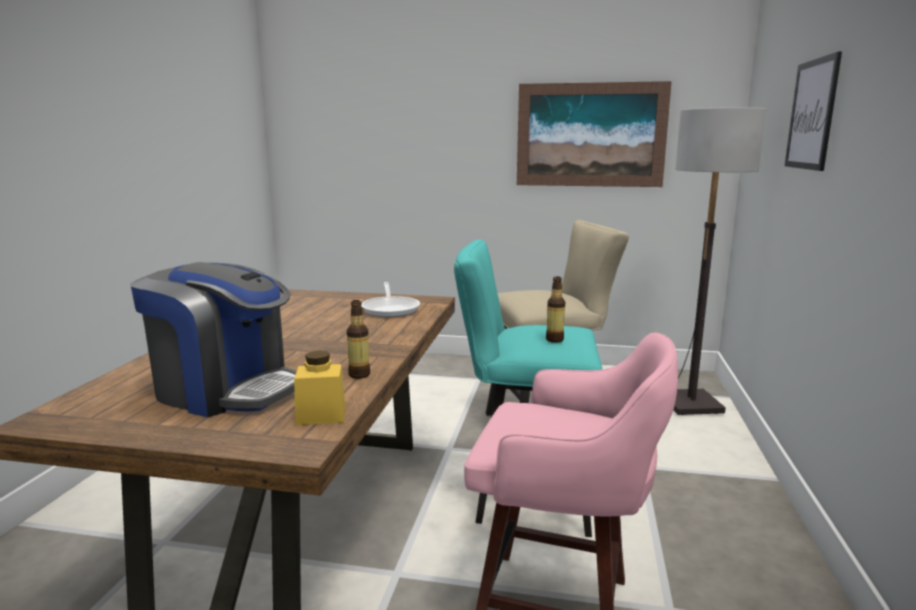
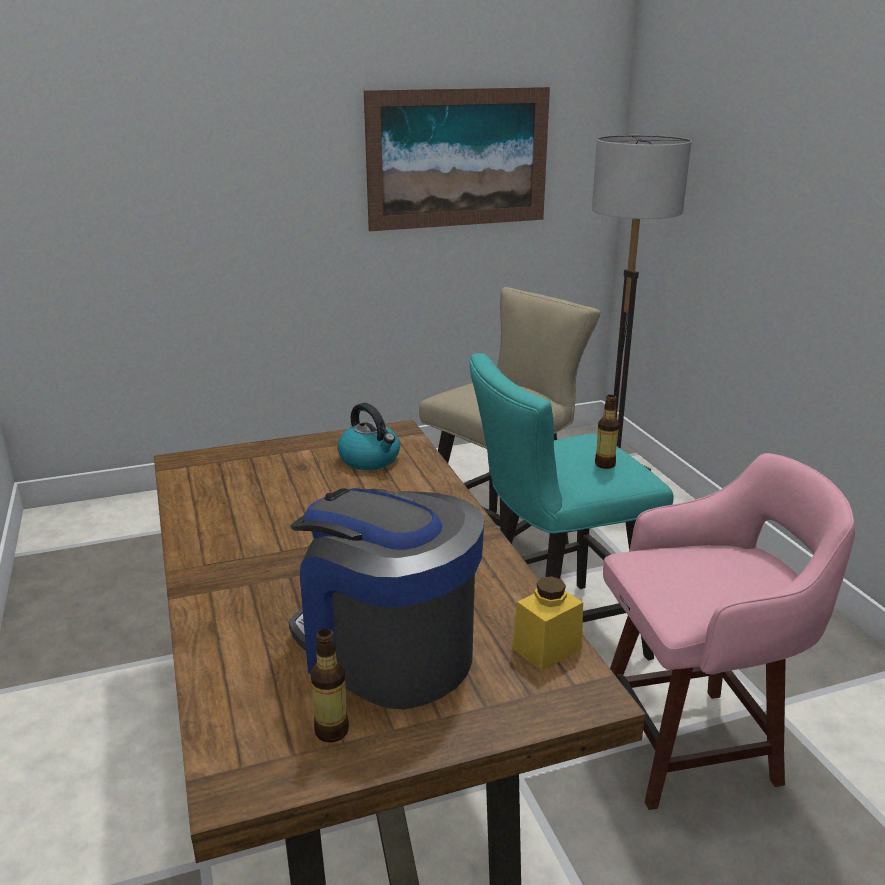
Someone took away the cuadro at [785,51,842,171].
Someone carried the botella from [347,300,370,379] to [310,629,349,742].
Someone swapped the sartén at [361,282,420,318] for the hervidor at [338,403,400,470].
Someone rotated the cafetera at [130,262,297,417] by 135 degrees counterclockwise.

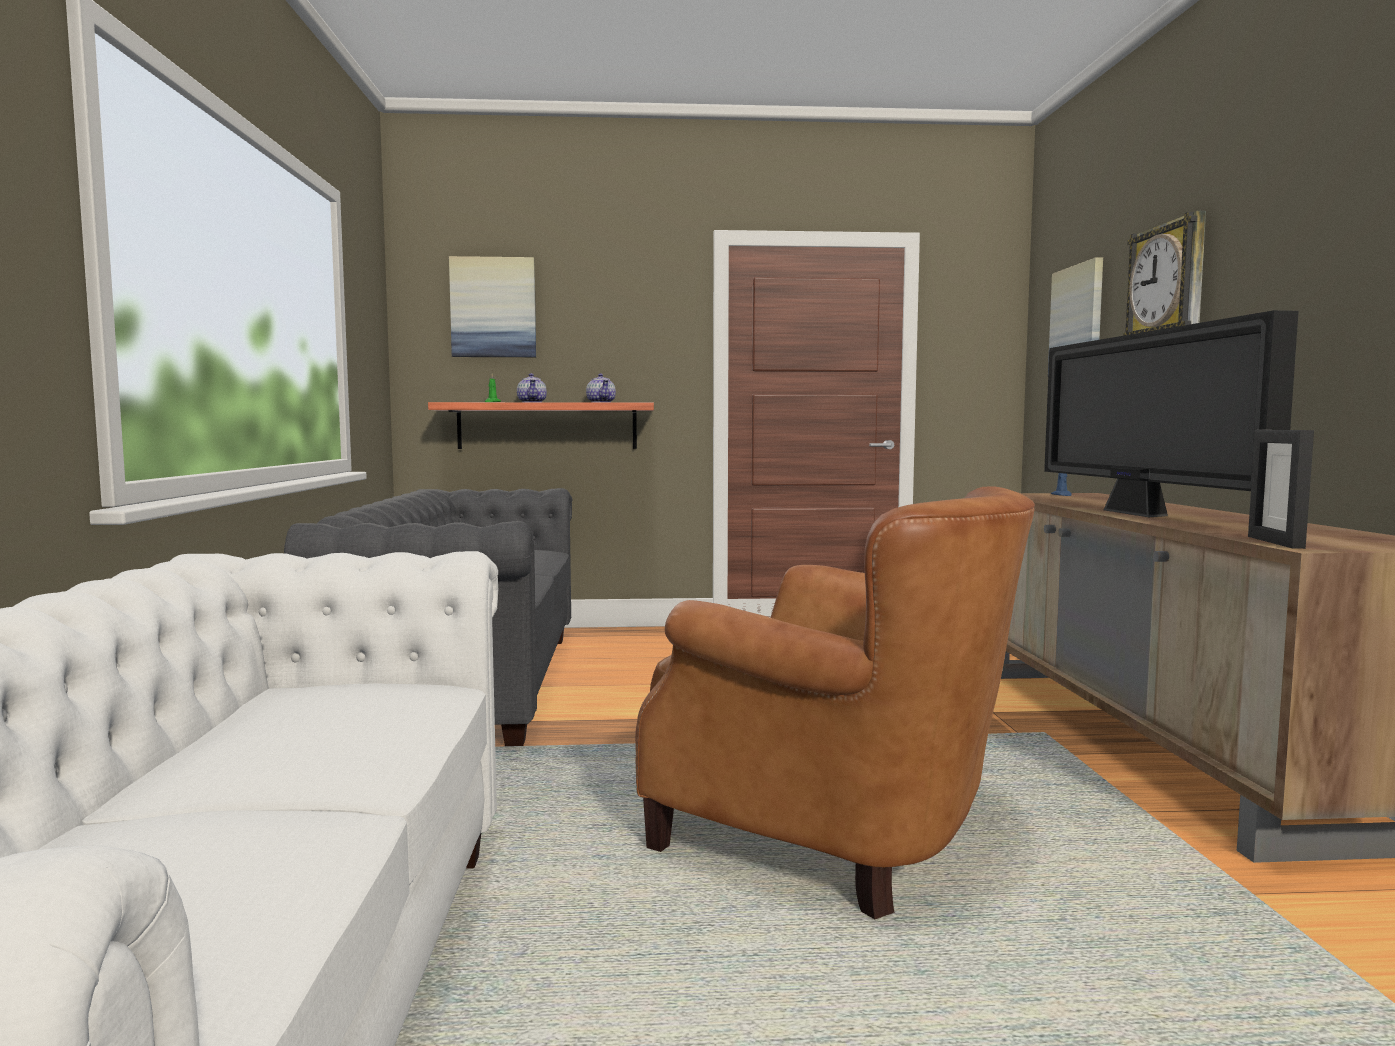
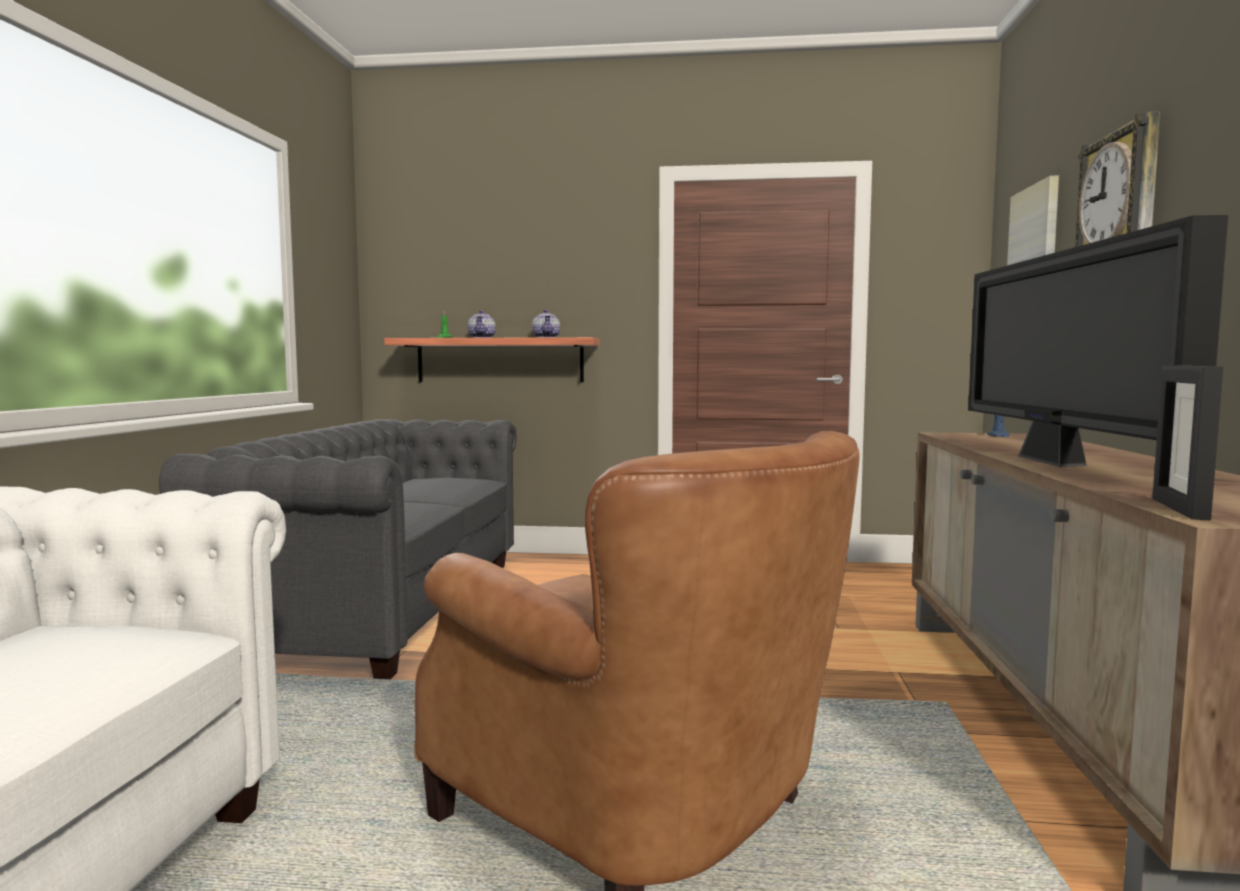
Someone took away the cuadro at [449,256,536,357].

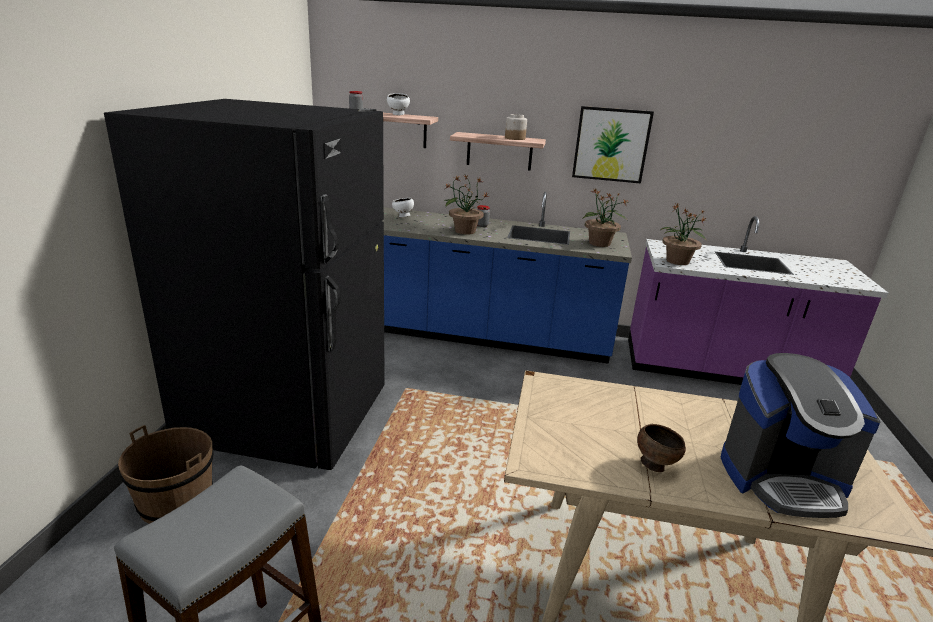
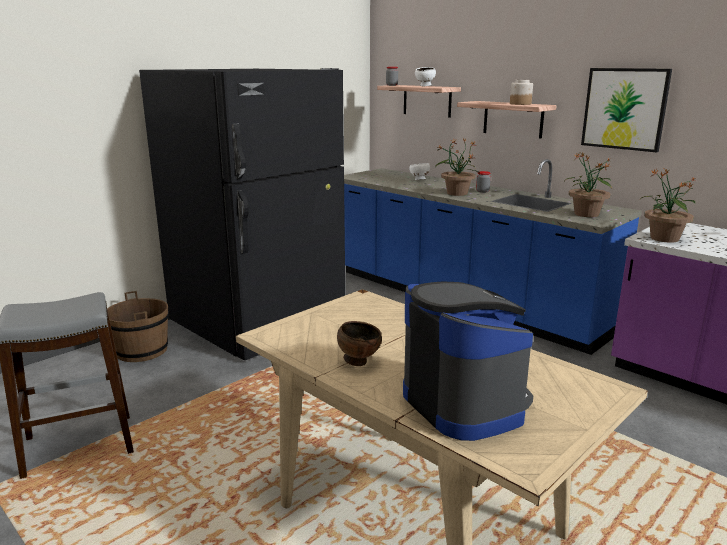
Someone rotated the cafetera at [721,353,880,518] by 150 degrees counterclockwise.

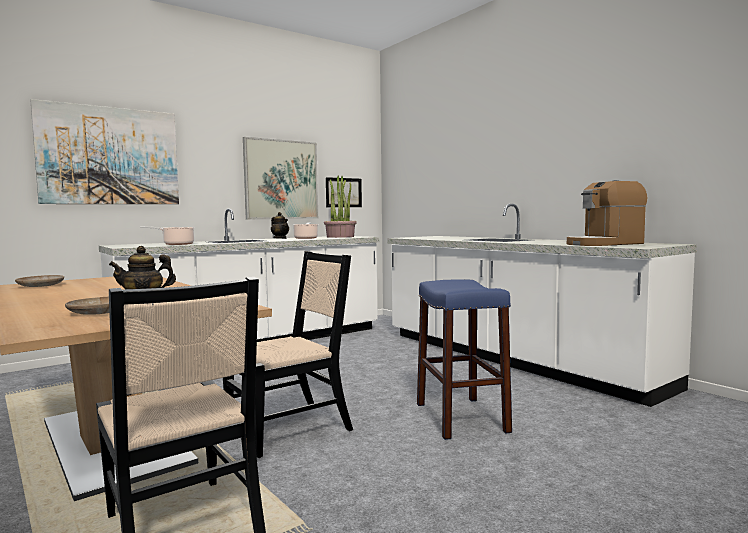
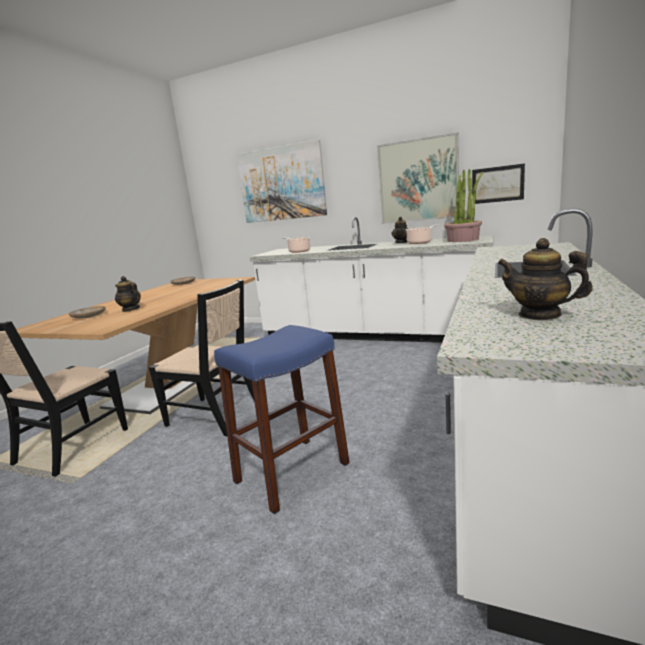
Someone swapped the cafetera at [567,180,647,246] for the tetera at [497,238,593,320].

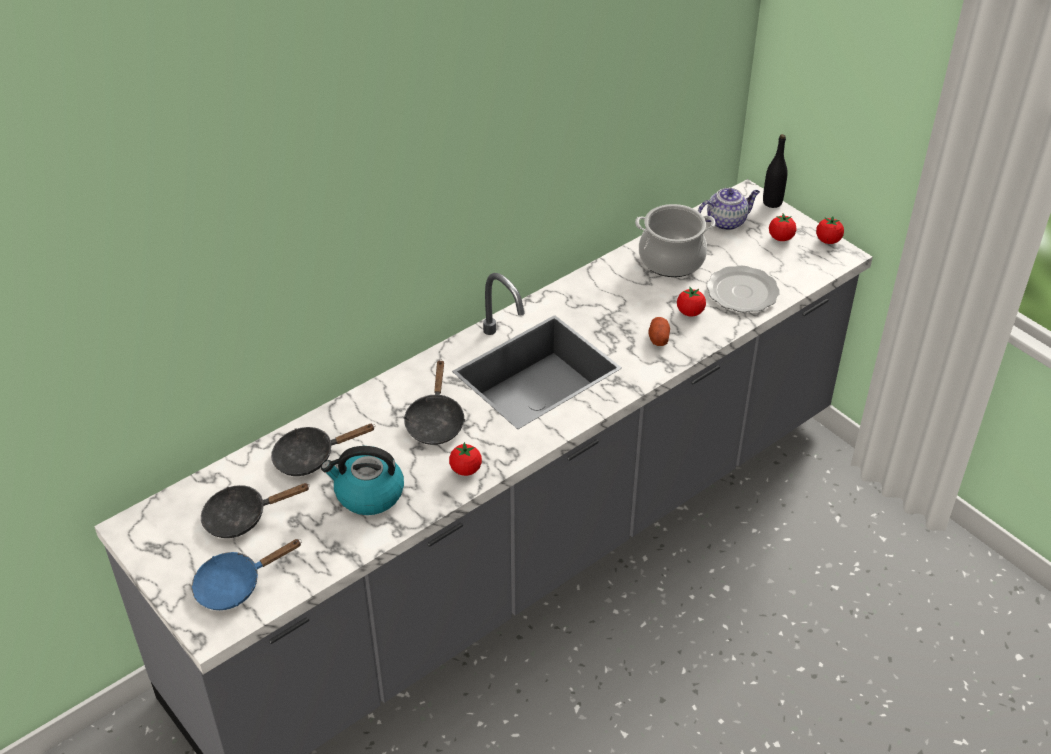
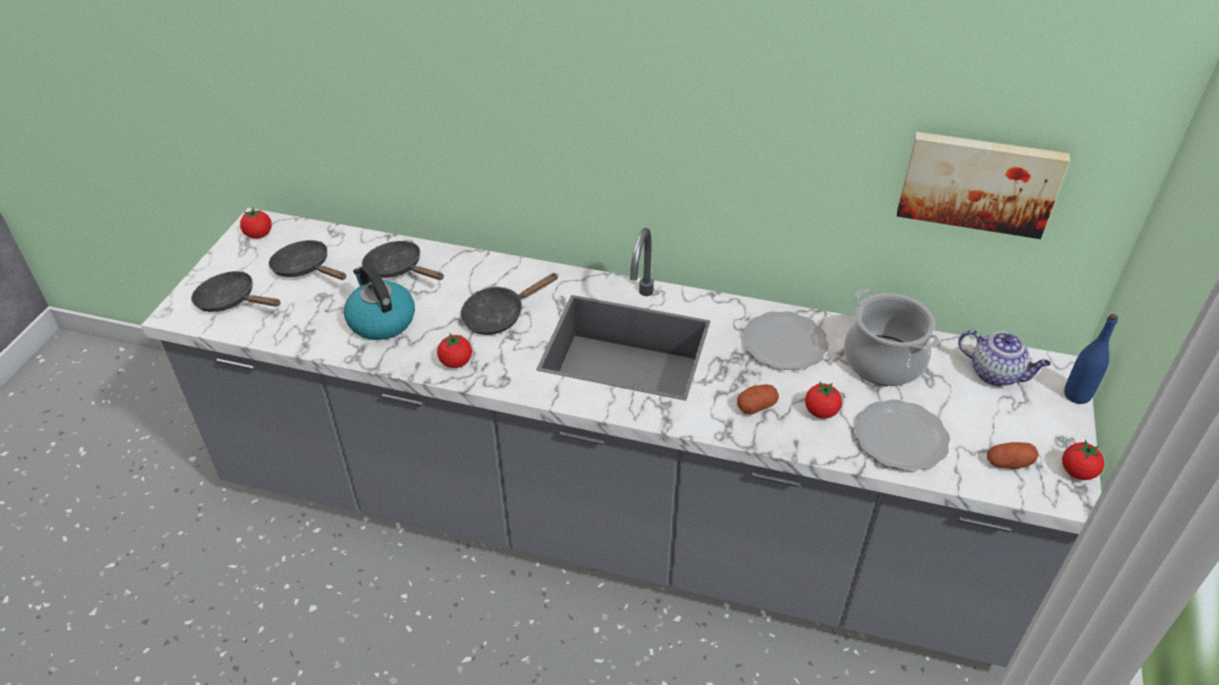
Someone put down the plato at [742,311,829,370].
Someone put up the cuadro at [897,132,1070,239].
Someone put down the patata at [987,442,1038,469].
Someone carried the tomate from [769,213,797,241] to [240,208,272,239].
Someone repainted the sartén (azul) at [192,539,302,610], which became the sartén (negro) at [191,271,281,312].
Someone repainted the botella (negro) at [763,134,788,208], which became the botella (azul) at [1064,314,1118,404].

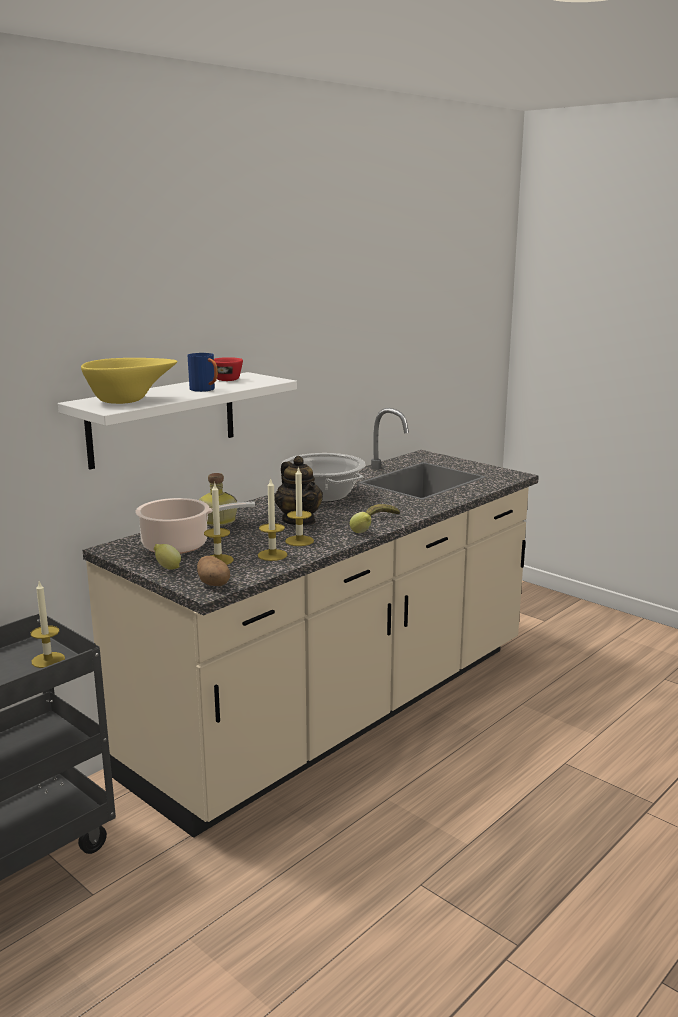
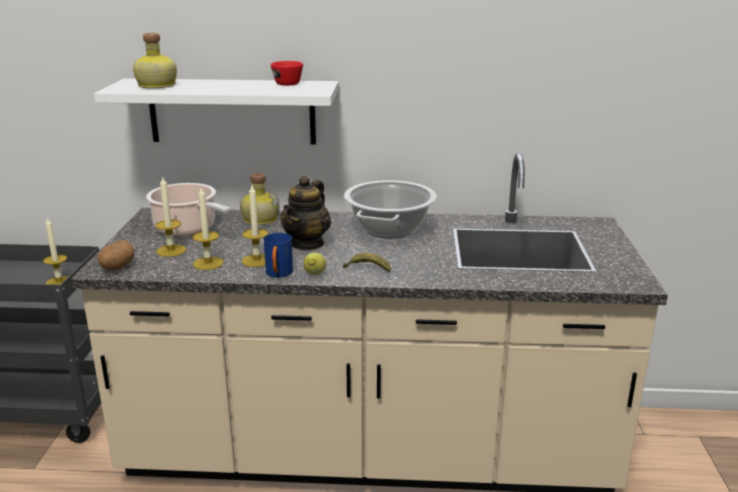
Someone took away the limón at [154,544,181,570].
Someone carried the taza grande (azul) from [187,353,218,392] to [264,233,293,278].
Someone swapped the cuenco (amarillo) at [81,358,177,404] for the botella at [133,33,177,89].

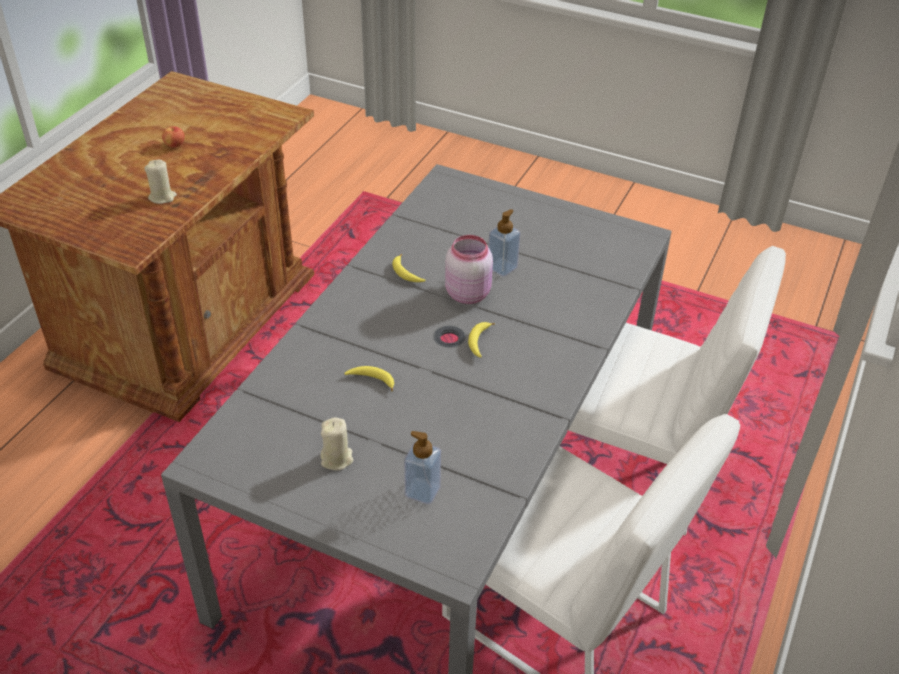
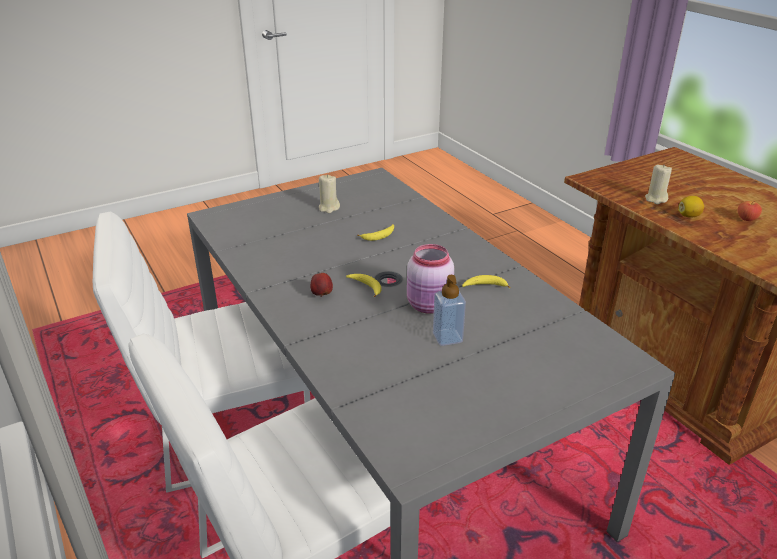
Someone took away the dispensador de jabón at [404,431,441,504].
Someone put down the manzana at [310,273,333,297].
Someone put down the limón at [678,196,704,218].

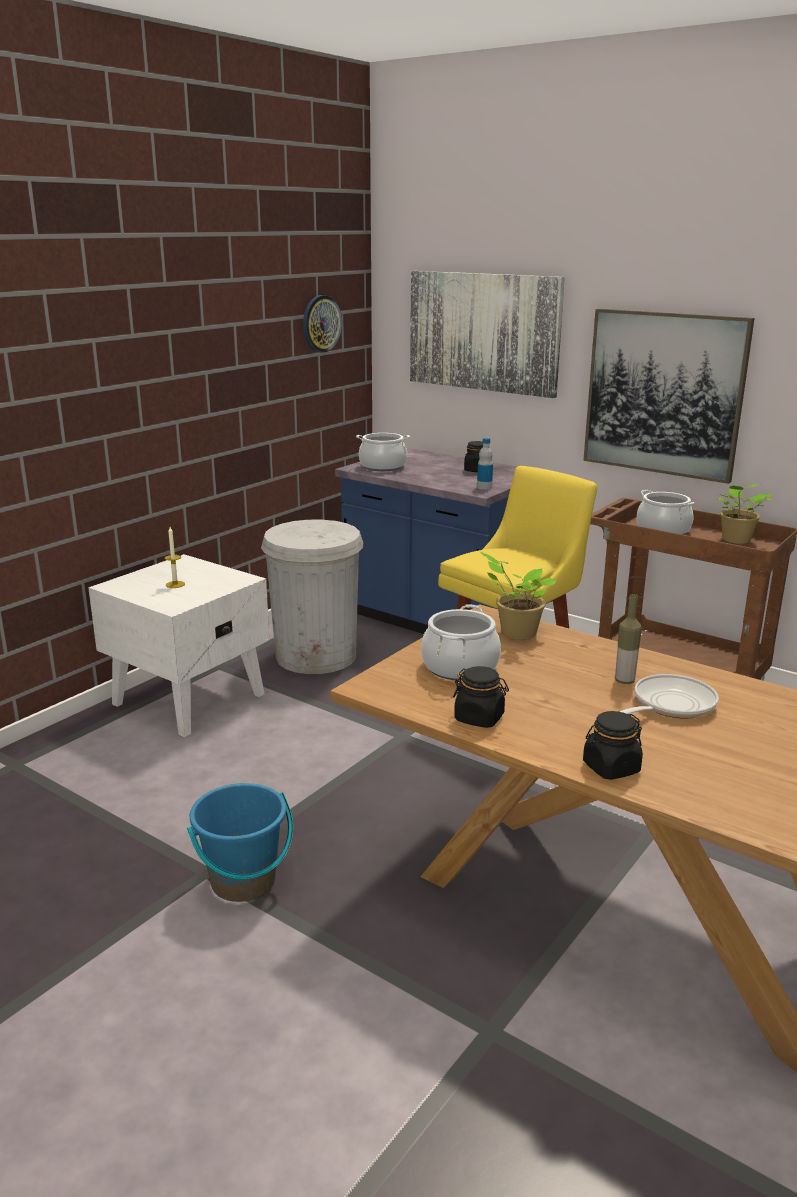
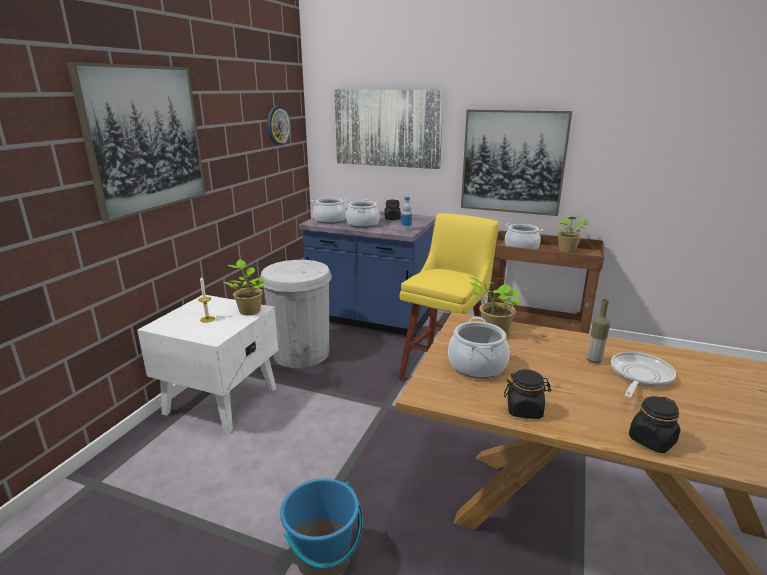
Someone put up the cuadro at [67,62,206,222].
Someone put down the planta en maceta at [224,259,266,315].
Someone put down the olla at [346,199,380,228].

